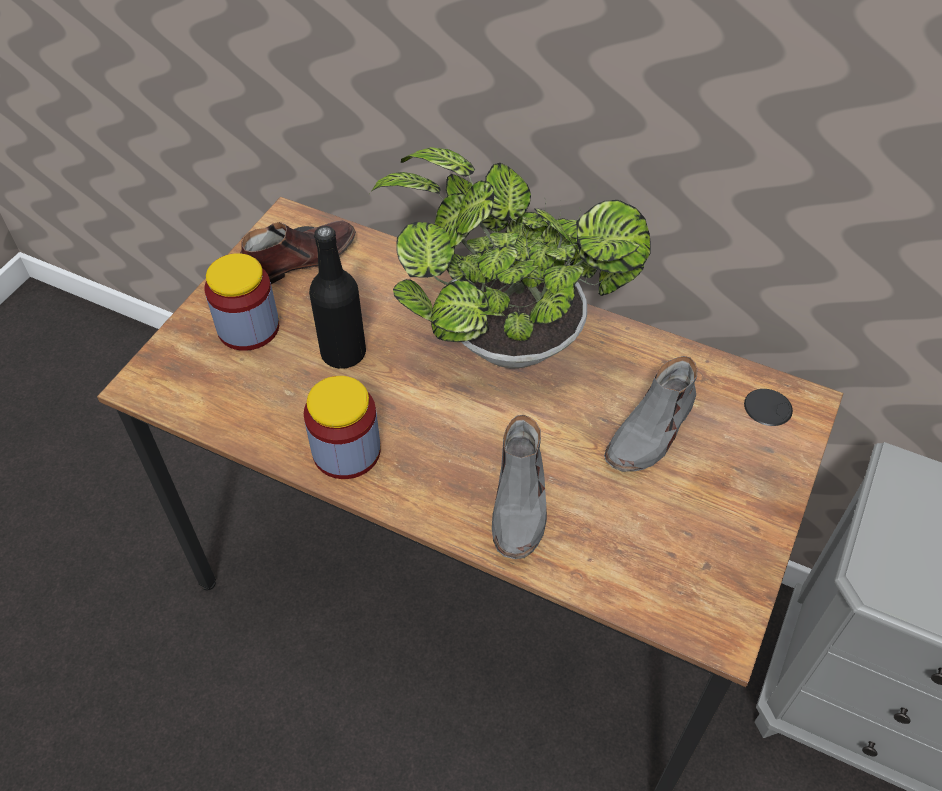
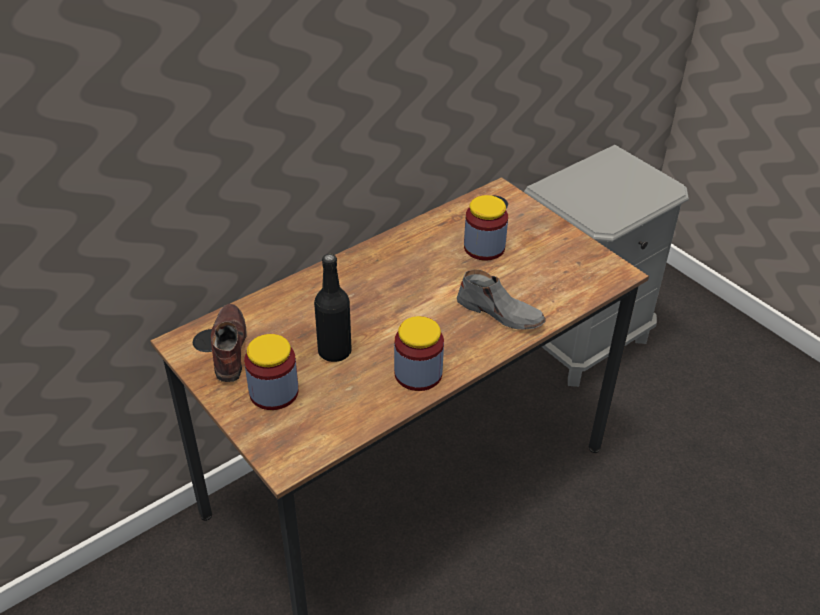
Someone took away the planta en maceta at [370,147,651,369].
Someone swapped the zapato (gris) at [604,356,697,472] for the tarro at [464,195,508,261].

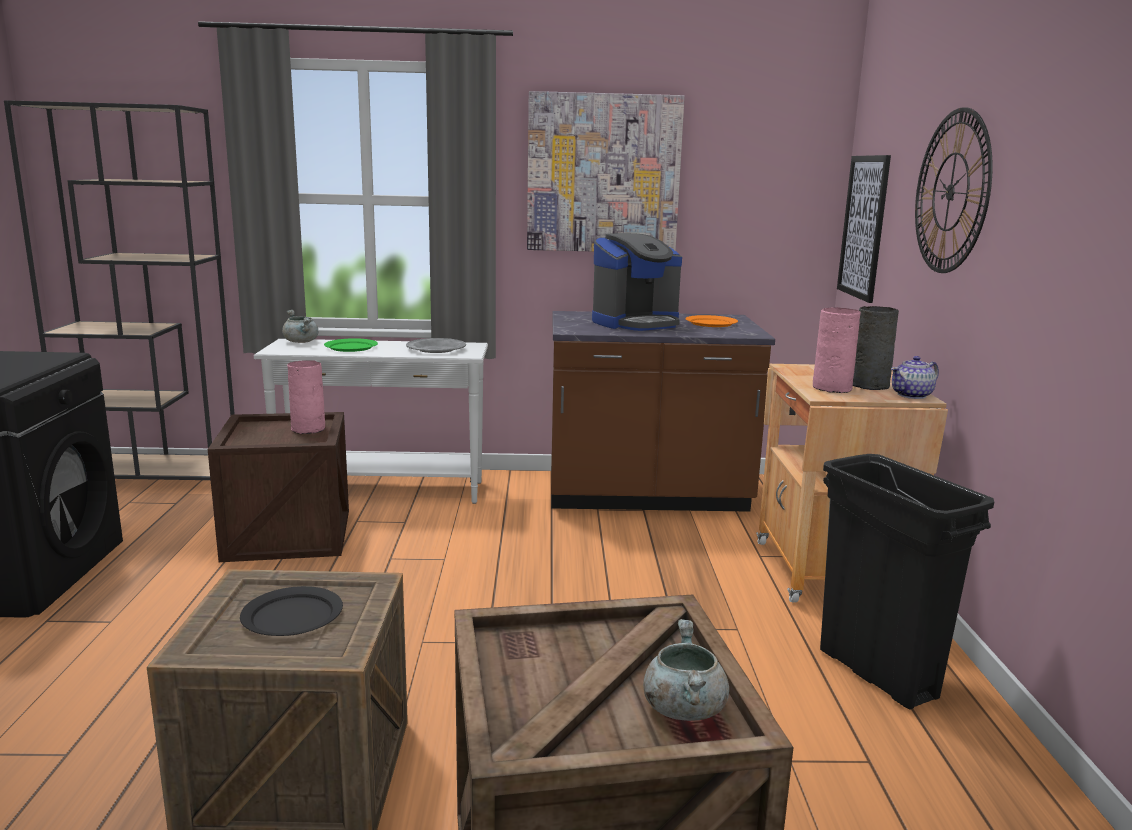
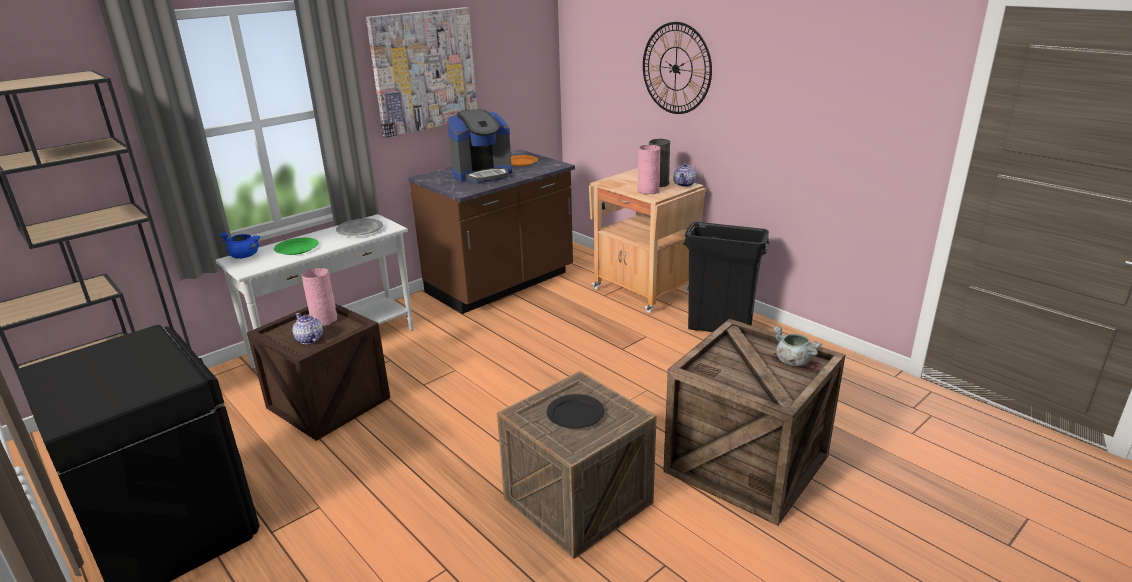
Someone took away the cuadro at [837,155,891,303].
Someone put down the tetera at [292,313,323,344].
Someone repainted the olla (gris) at [282,310,318,343], which became the olla (azul) at [219,232,261,259].
Someone rotated the cafetera at [592,233,682,331] by 45 degrees clockwise.

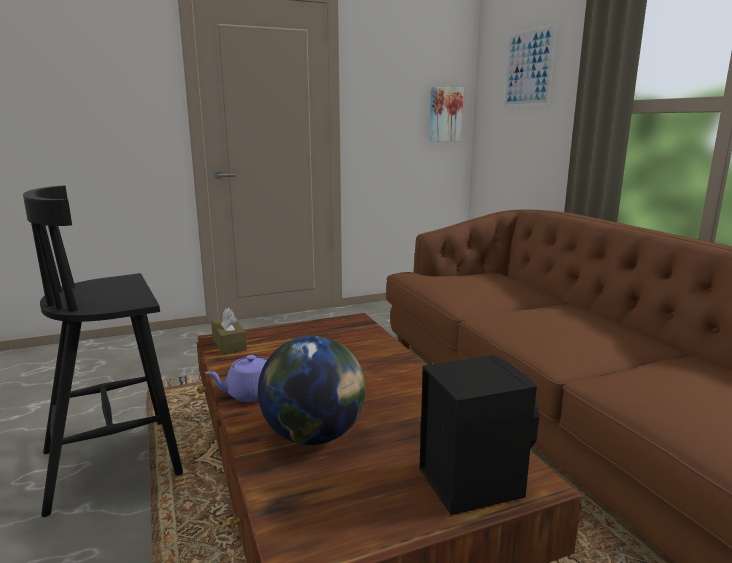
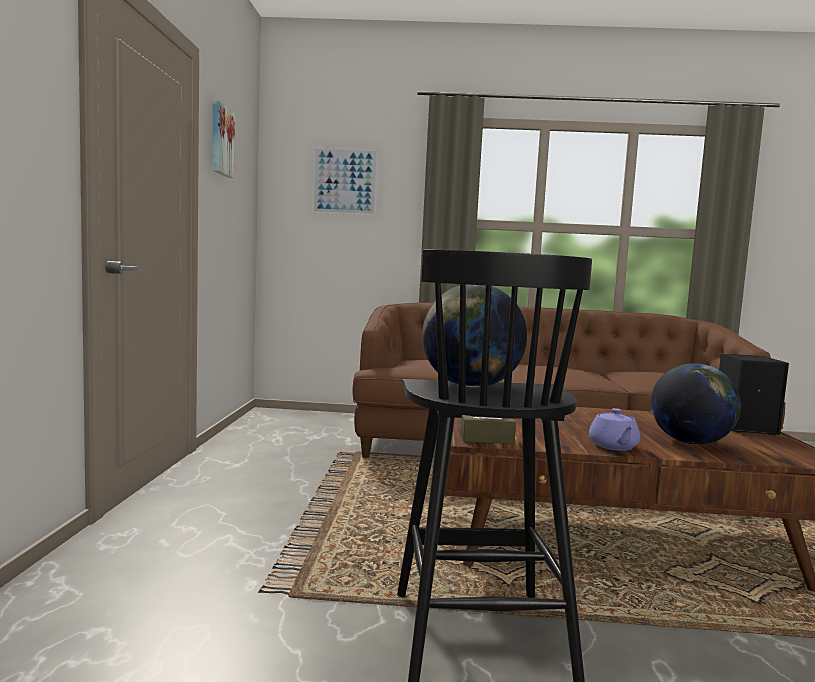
Someone put down the globo terráqueo at [422,284,527,387].
Someone carried the cuadro from [429,87,464,142] to [212,100,235,178].

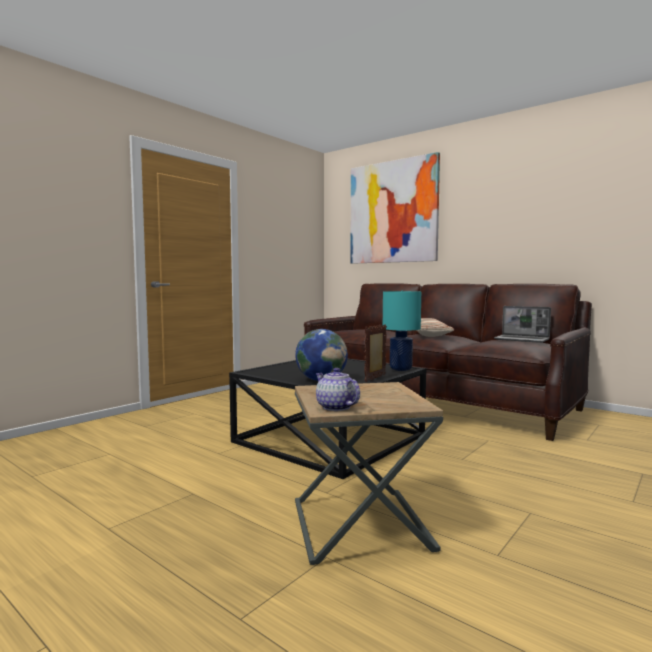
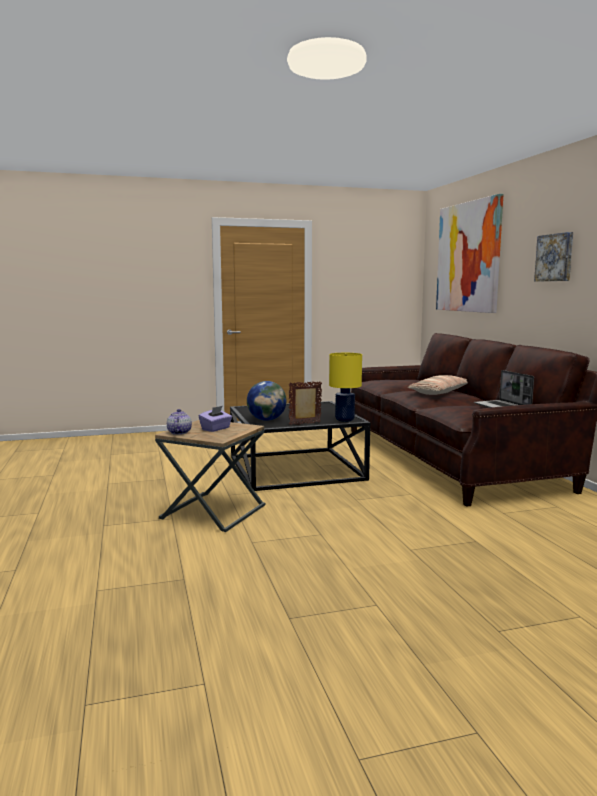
Someone put down the caja de pañuelos (morado) at [199,406,232,432].
Someone put up the cuadro at [534,232,573,281].
Someone repainted the lámpara de mesa (turquesa) at [383,291,421,371], which became the lámpara de mesa (amarillo) at [329,353,362,422].

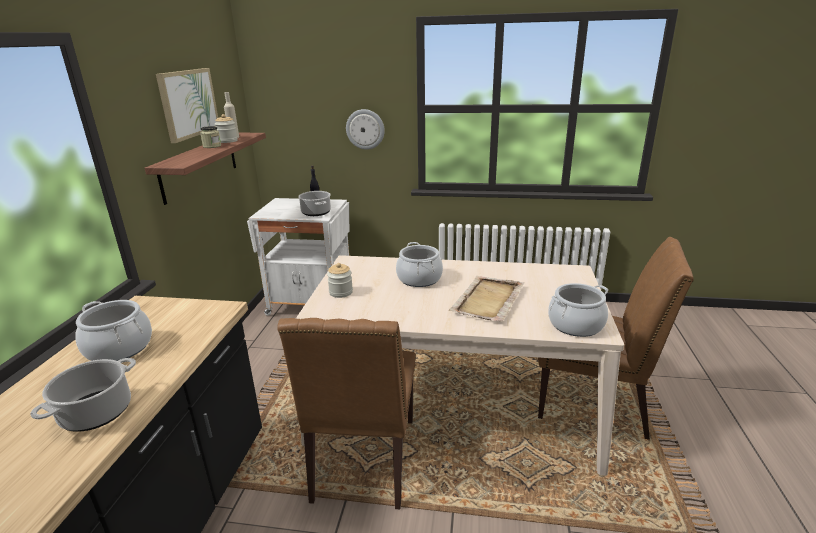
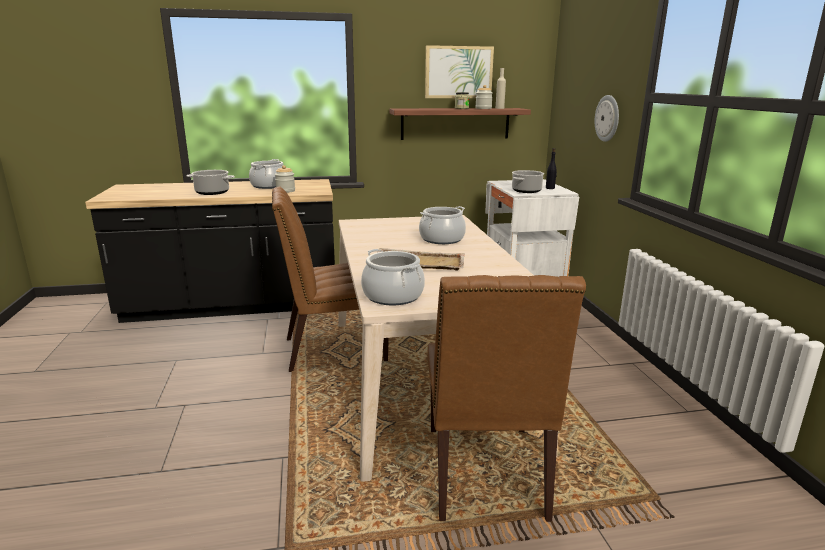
Someone carried the tarro from [327,263,353,298] to [275,165,295,193].

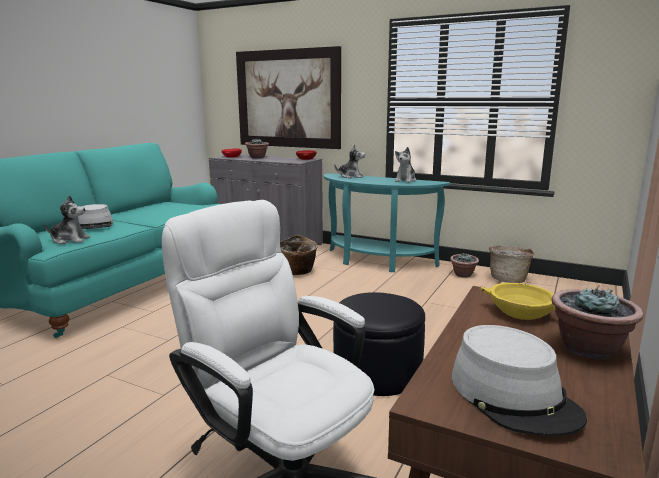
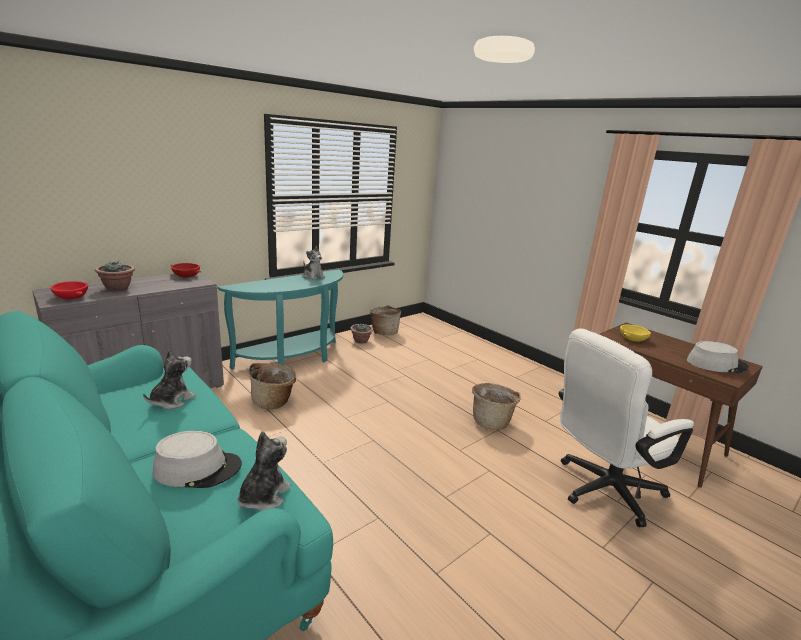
Someone took away the cuadro at [236,46,341,149].
Someone took away the planta en maceta at [551,286,644,360].
Someone carried the peluche from [334,144,365,178] to [143,349,196,409].
Someone swapped the puf (negro) at [333,292,425,396] for the cesta at [472,383,521,430].

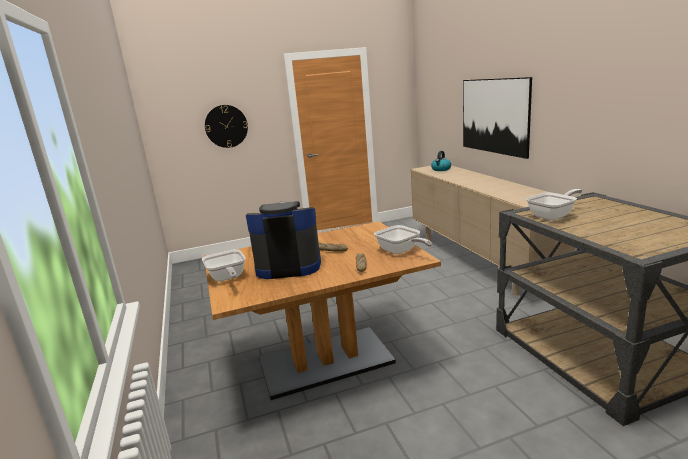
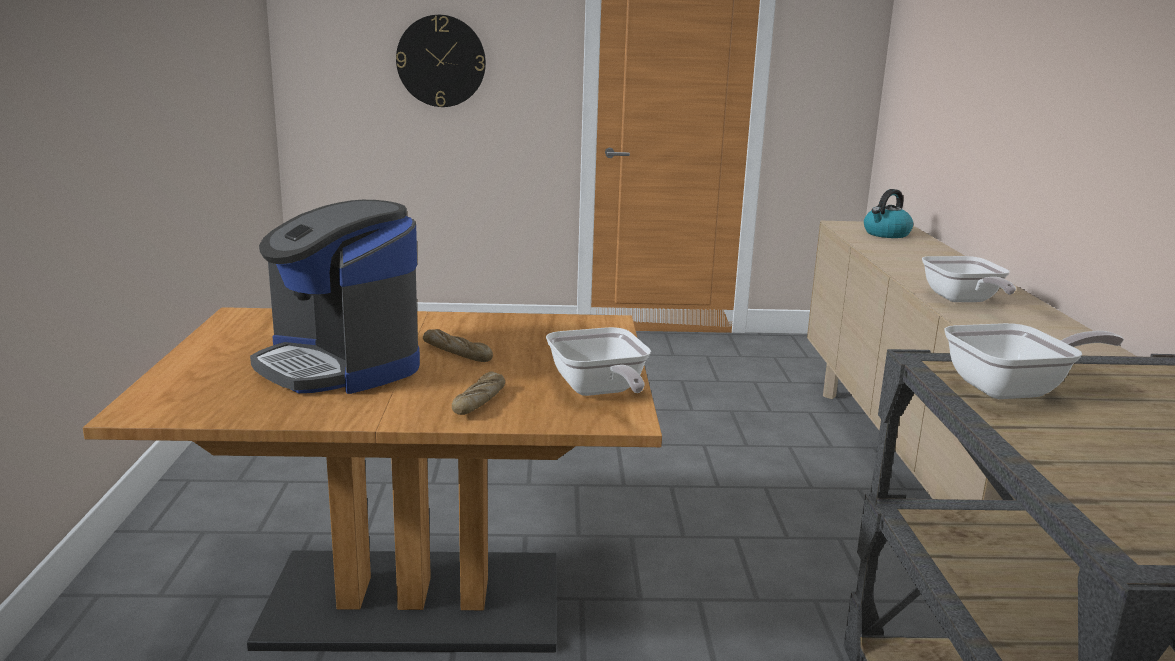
Someone took away the cuadro at [463,77,532,159].
Someone carried the sartén from [202,249,246,282] to [922,256,1016,302].
Someone rotated the cafetera at [246,201,321,279] by 150 degrees counterclockwise.

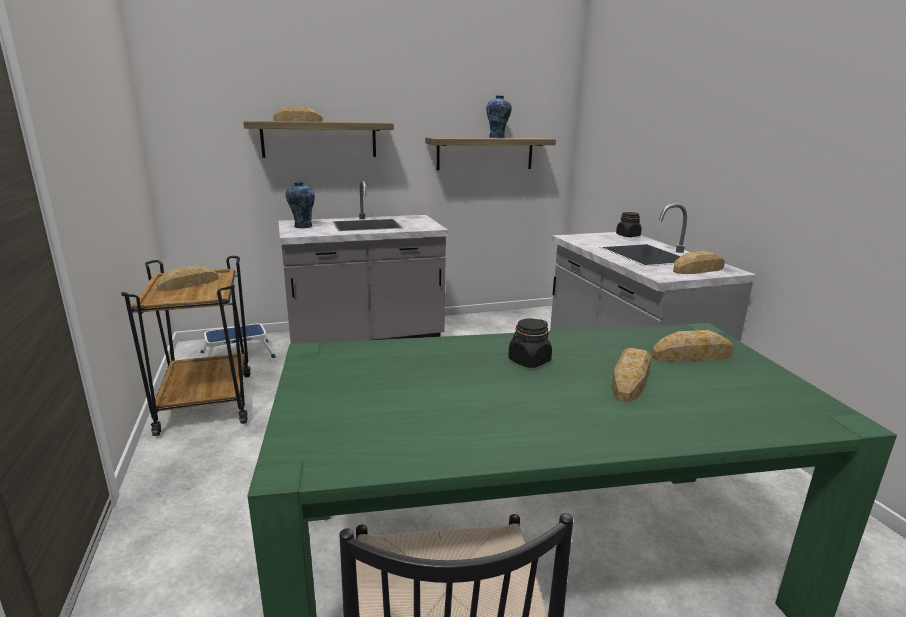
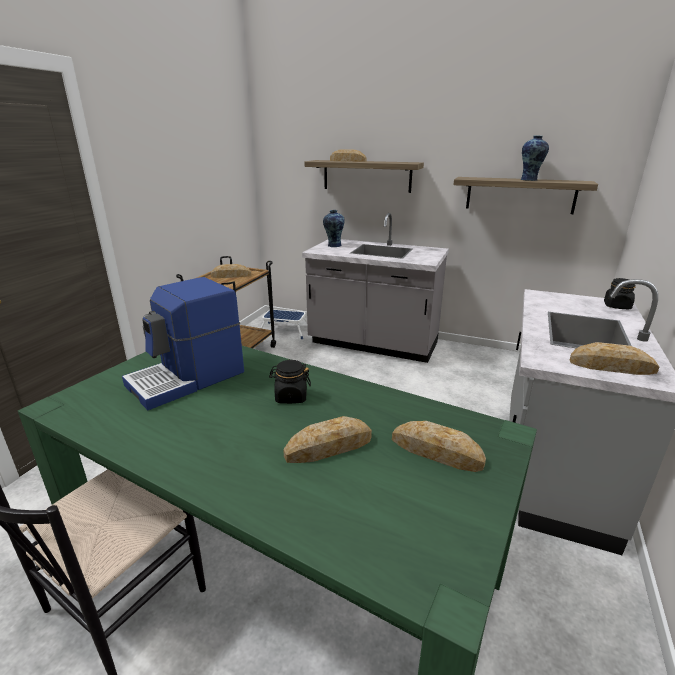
Someone put down the cafetera at [122,277,244,410].

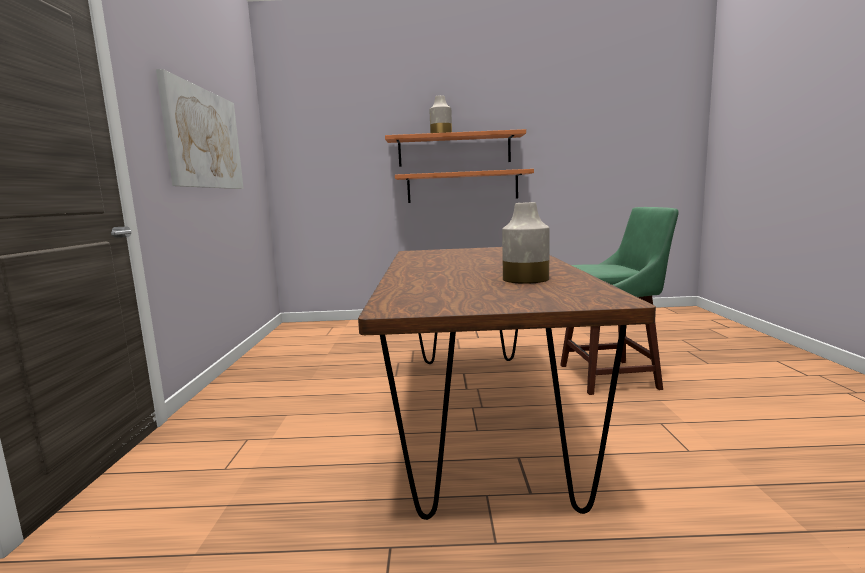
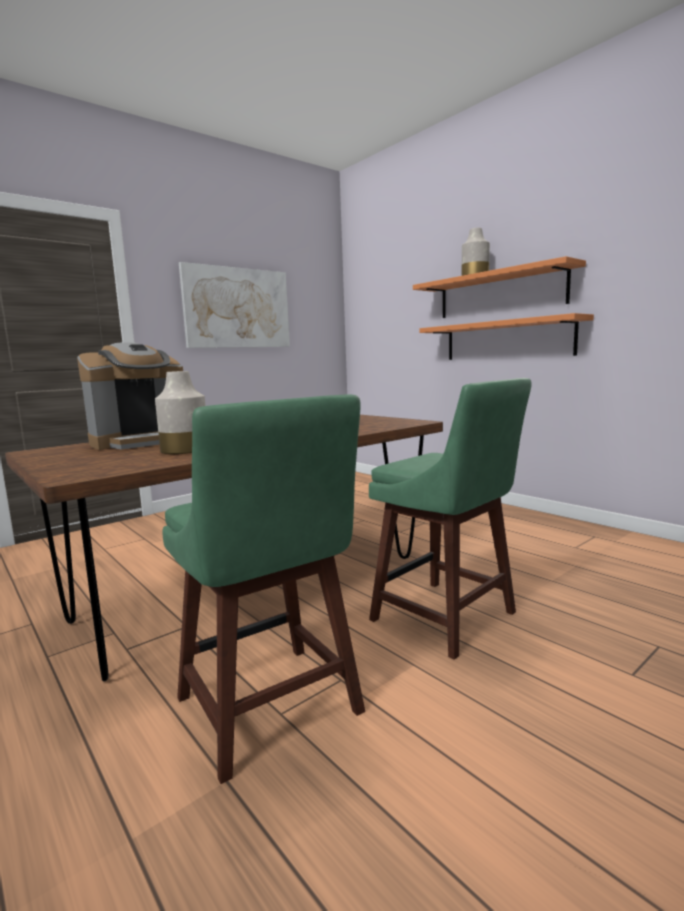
Someone put down the cafetera at [77,342,183,450].
Someone put down the silla (verde) at [162,395,365,784].

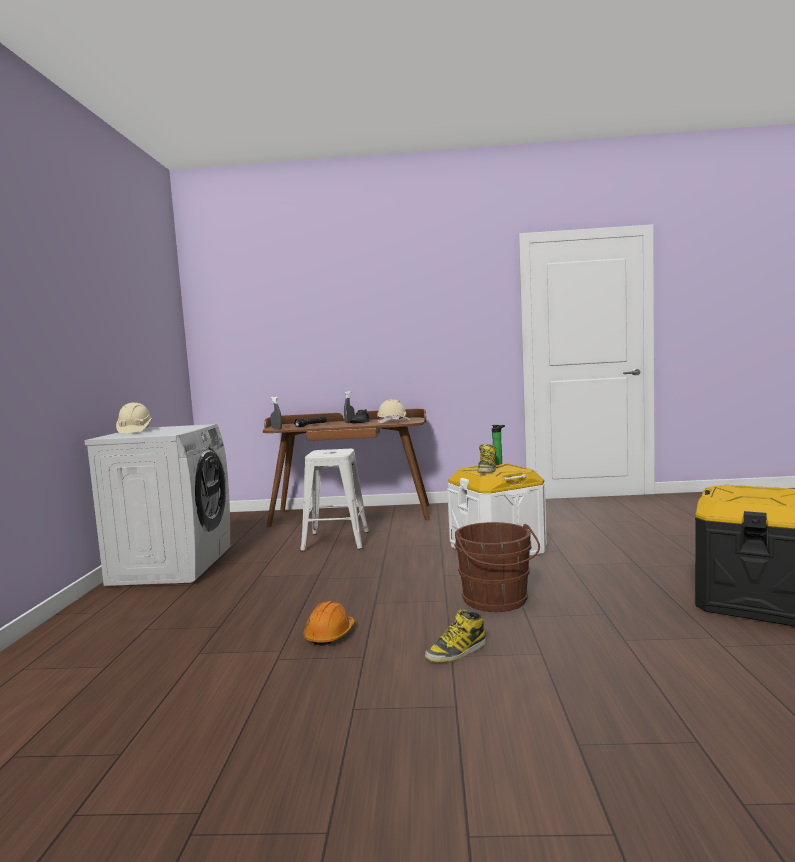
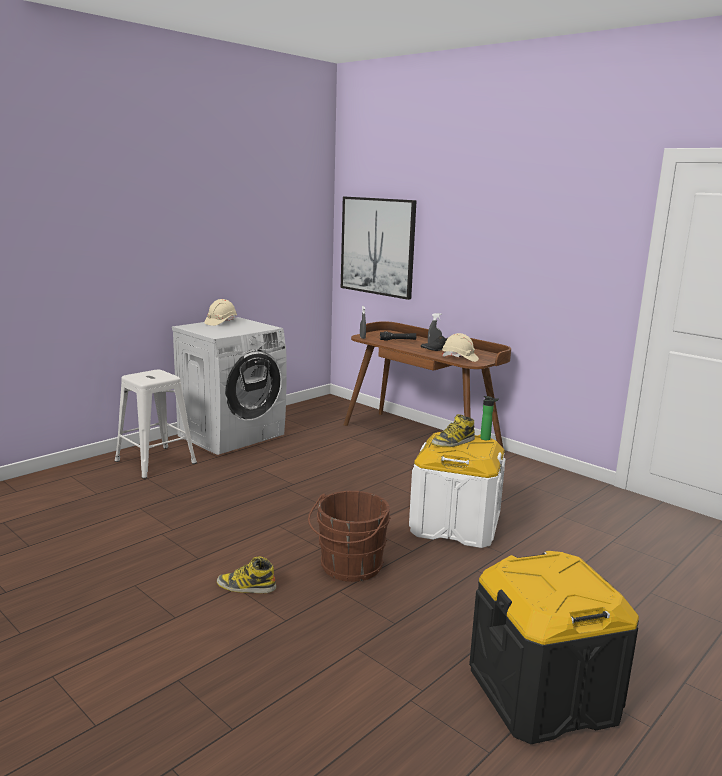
Someone took away the casco (naranja) at [304,601,355,646].
Someone put up the cuadro at [341,197,417,300].
Someone carried the taburete (blanco) from [300,449,369,551] to [114,370,197,479].

